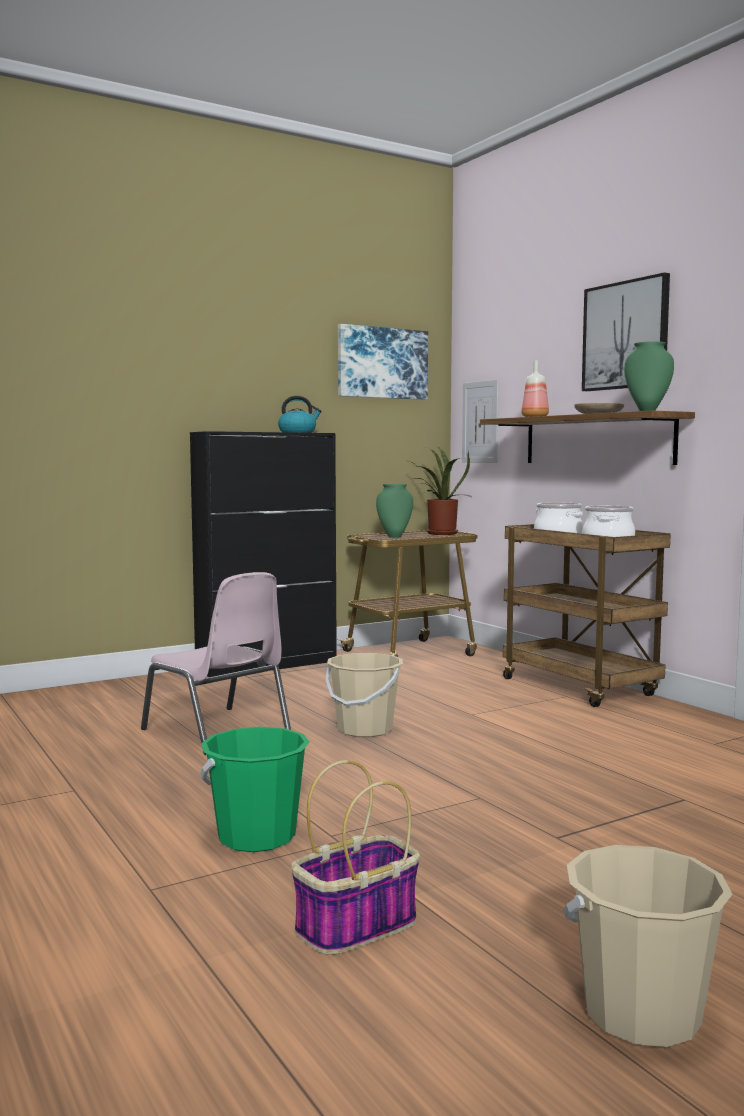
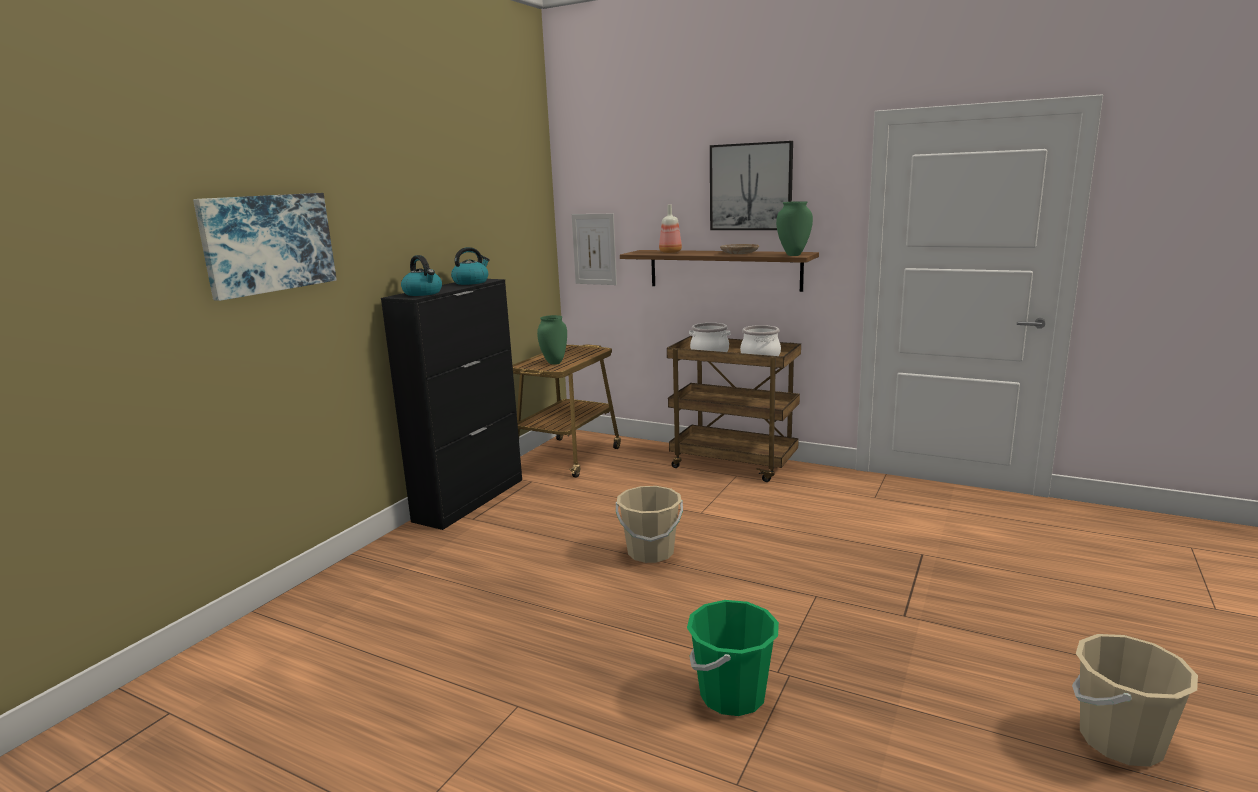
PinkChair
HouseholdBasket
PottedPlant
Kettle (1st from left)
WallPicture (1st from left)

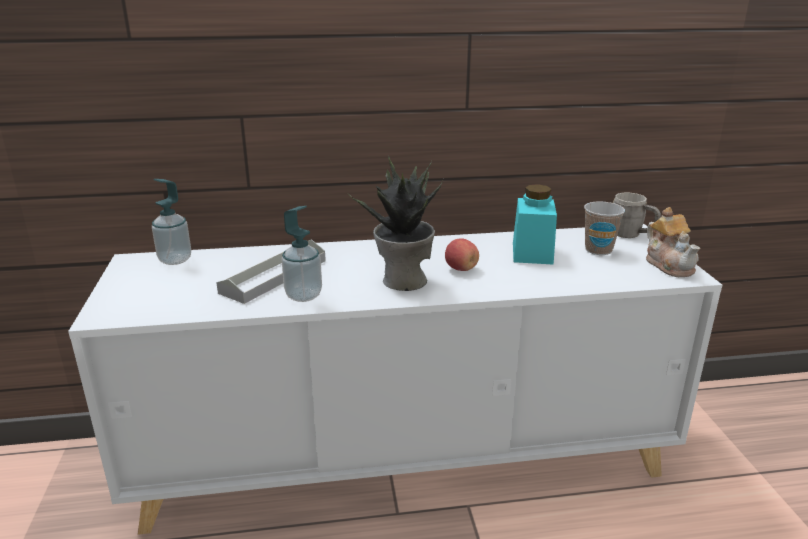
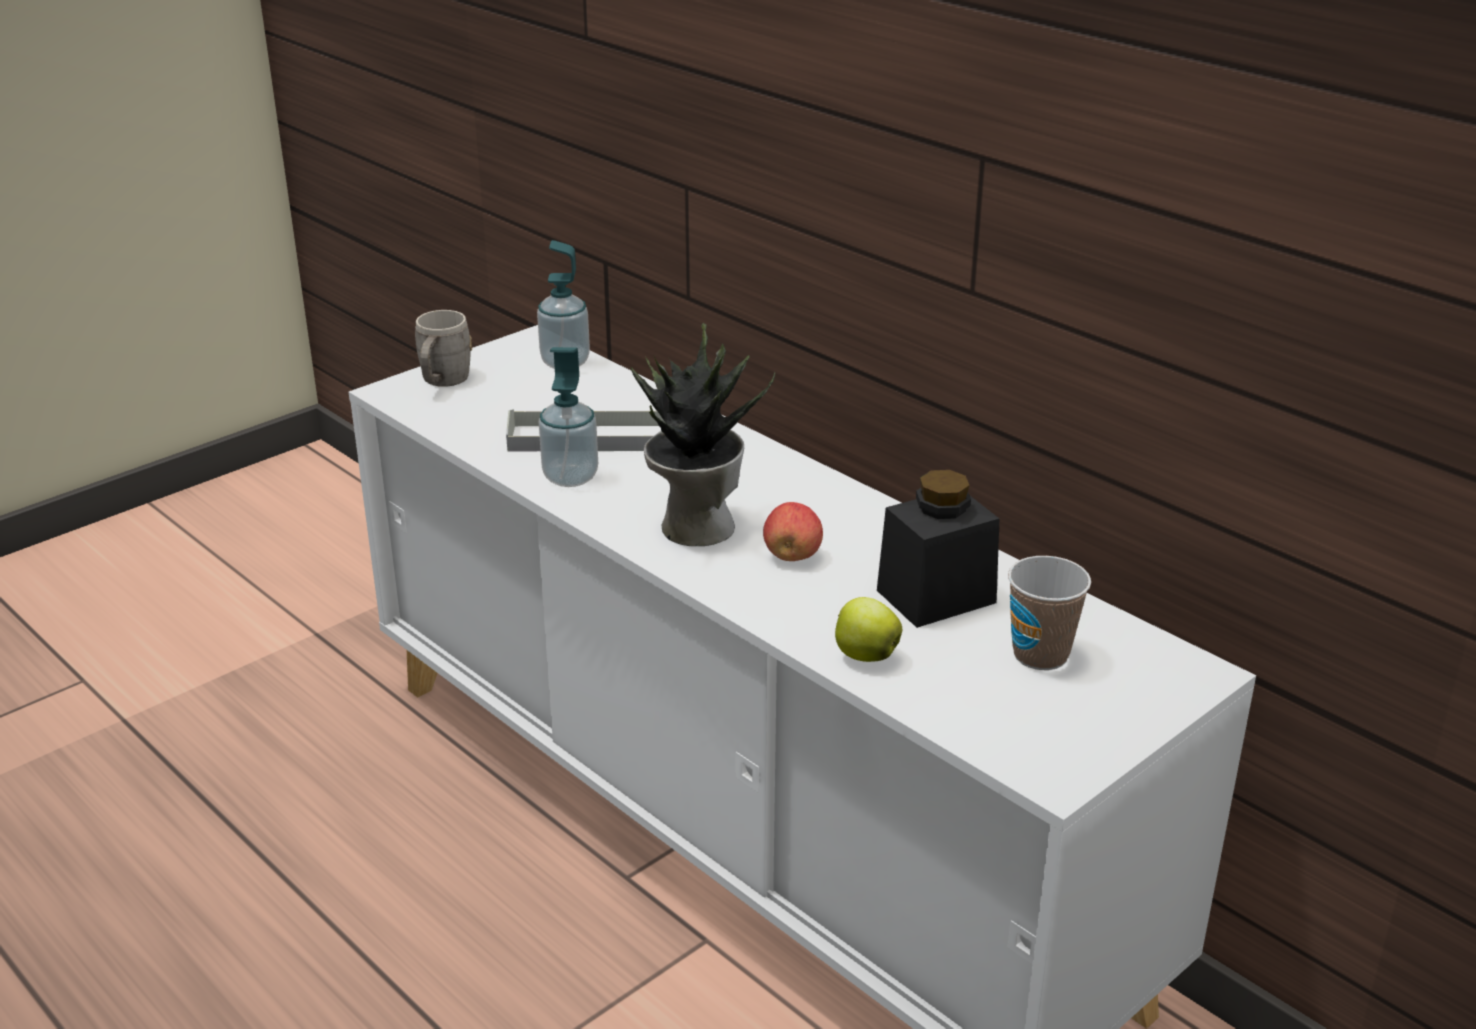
Teapot
Apple (2nd from left)
GreyishCoffeeMug
BlackishJar

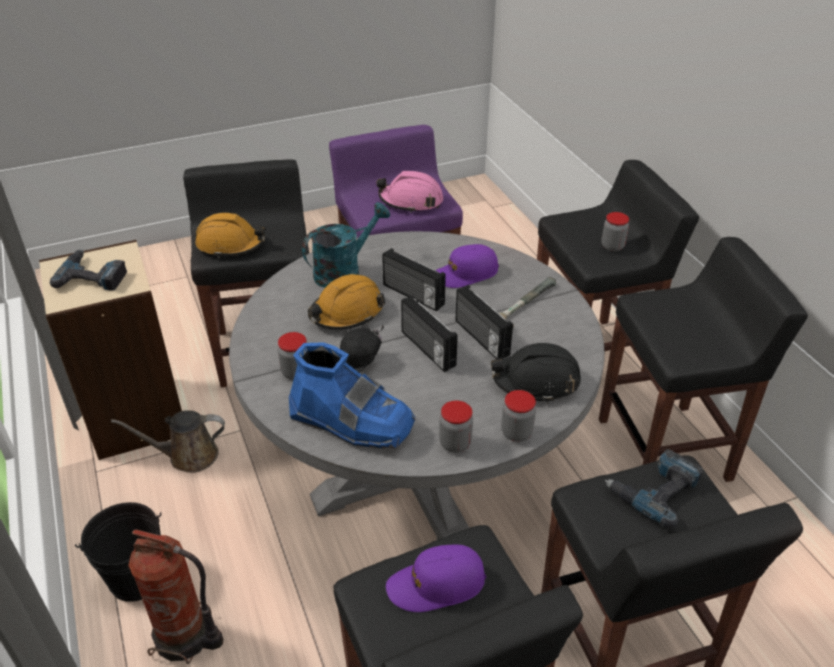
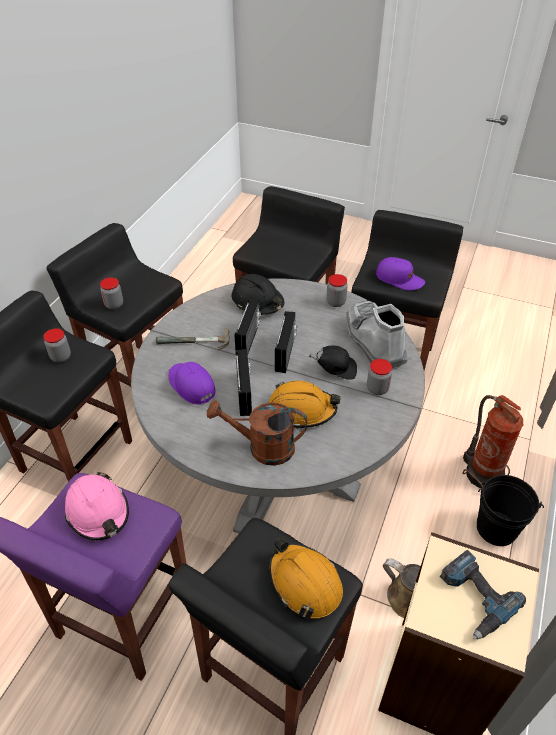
Drill (2nd from left in the first image)
Jar (2nd from left)
GreyishHighTopBoot
BrownWateringCan (1st from left)
PurplishCap (1st from left)

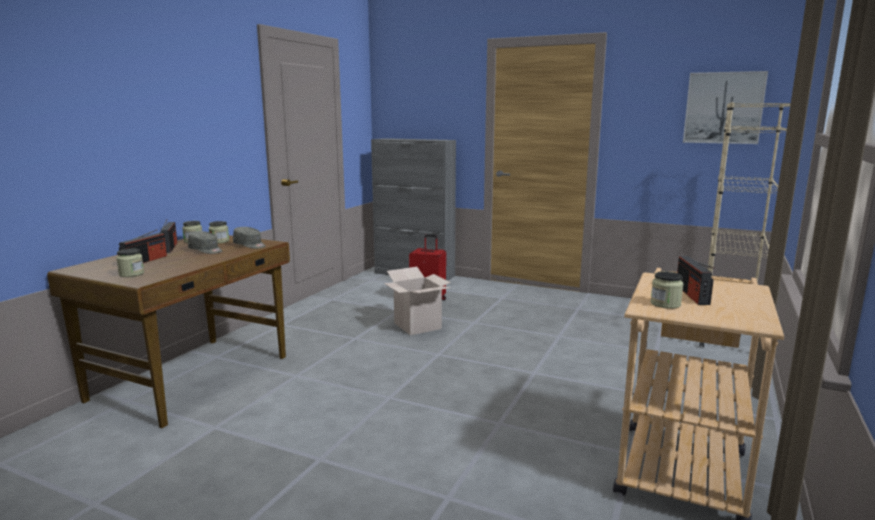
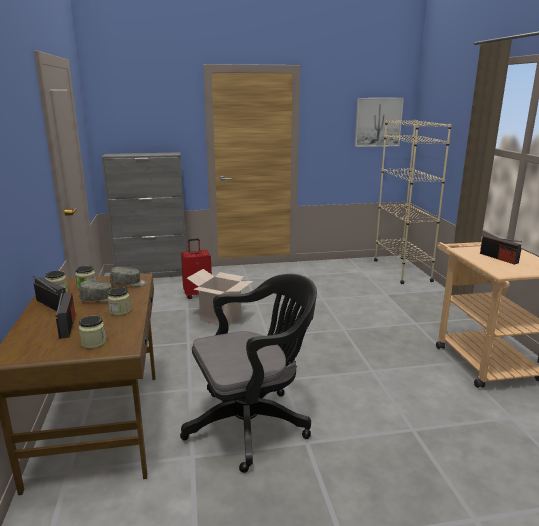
BlackishOfficeChair
Jar (4th from left)

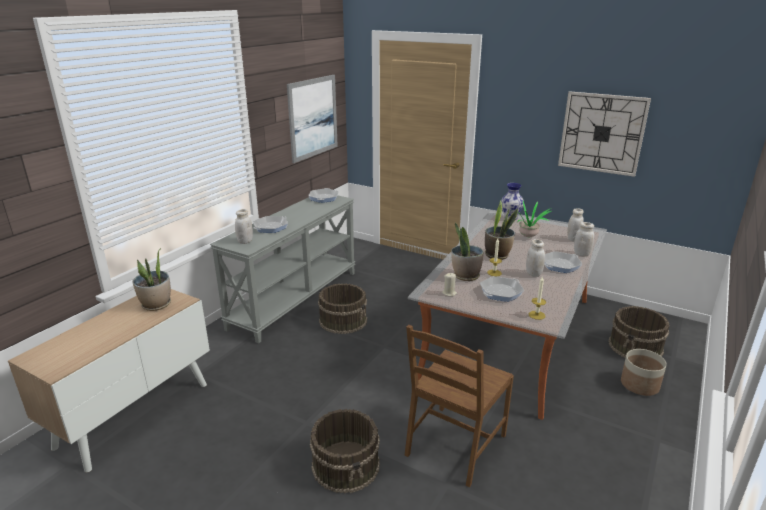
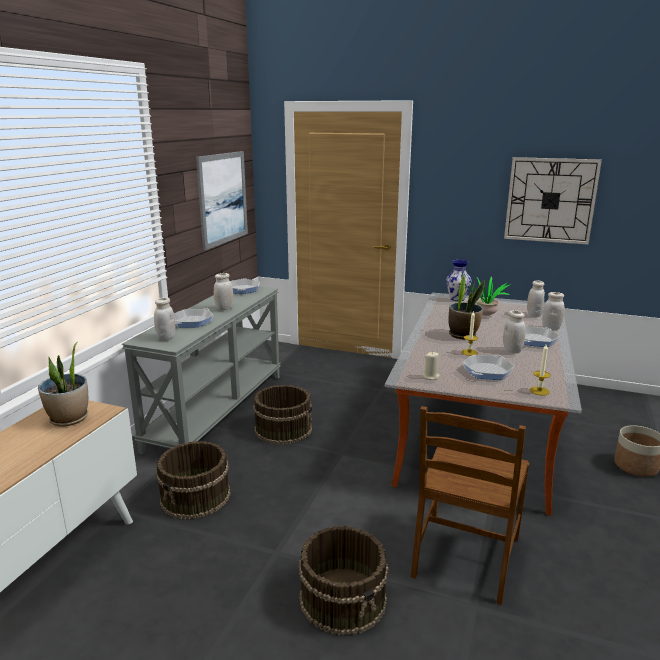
PottedPlant (2nd from left in the first image)
WhitishJar (2nd from left)
BrownWaterBucket (1st from left)

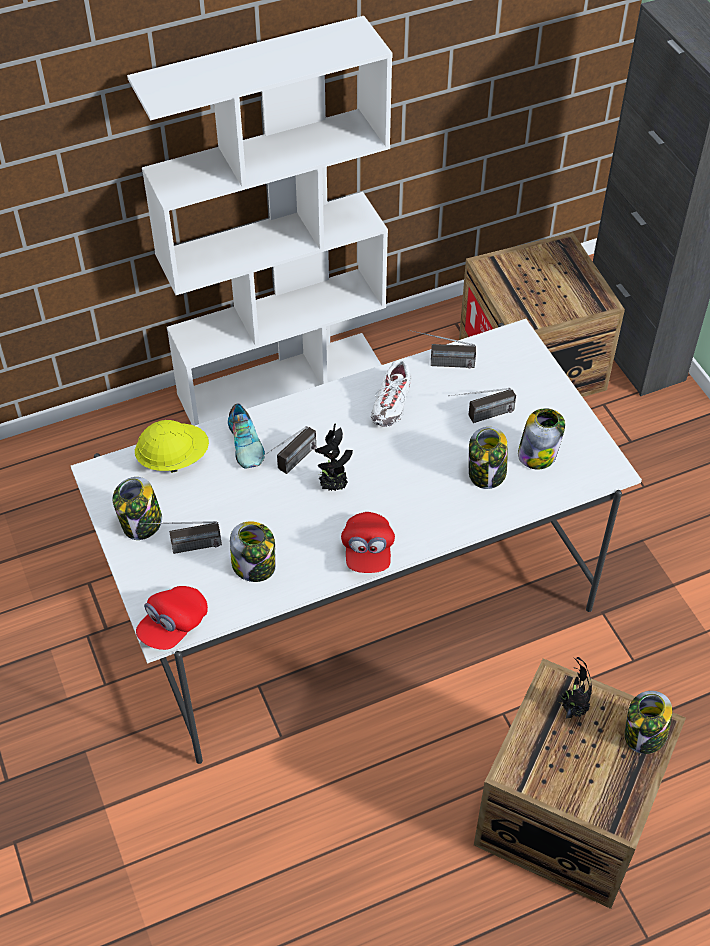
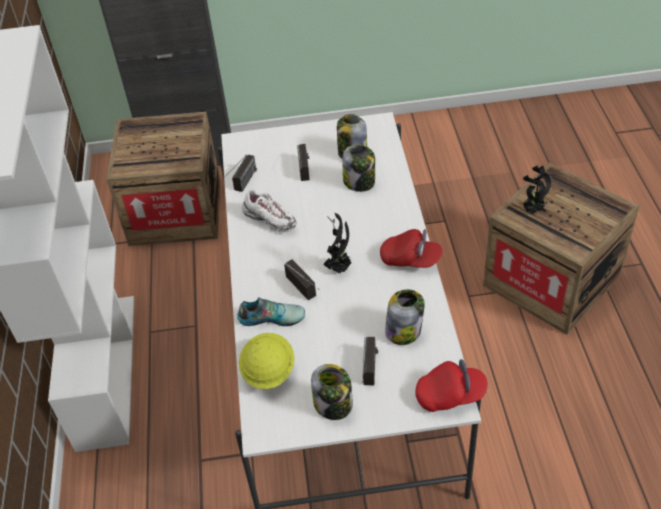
Jar (5th from left in the first image)
RedColouredCap (2nd from left)

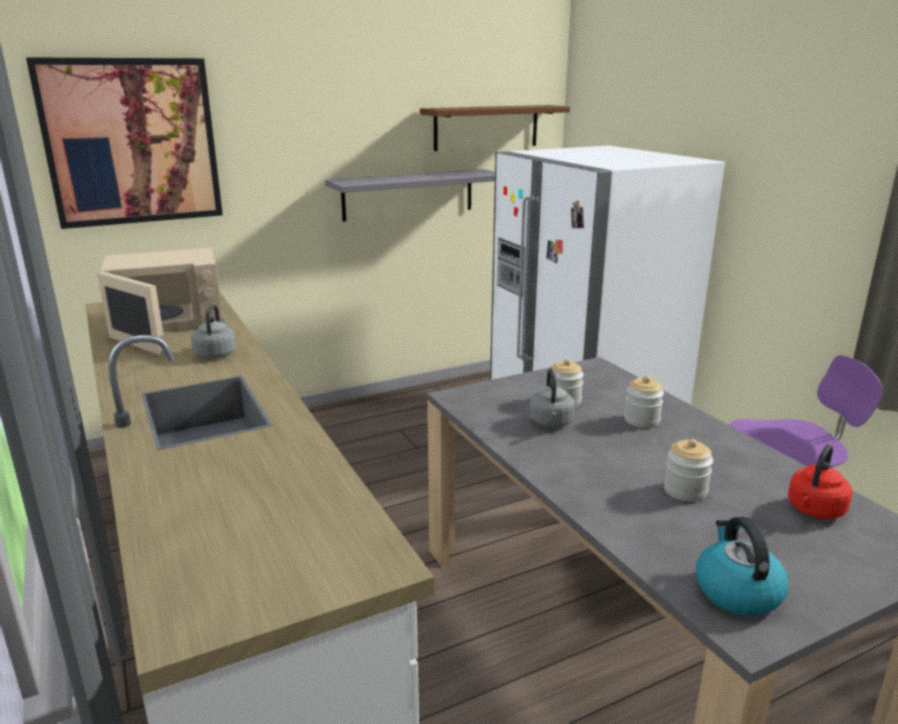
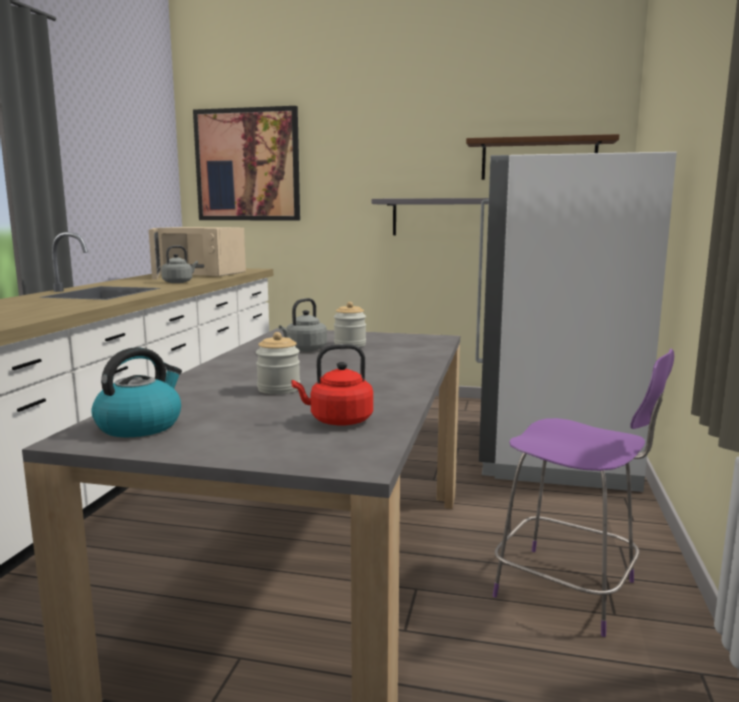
Jar (2nd from left in the first image)

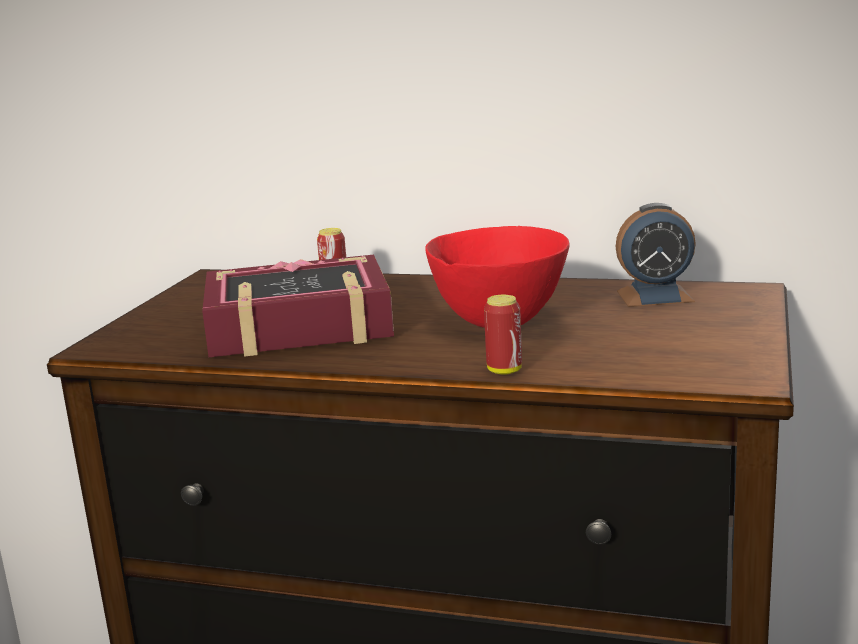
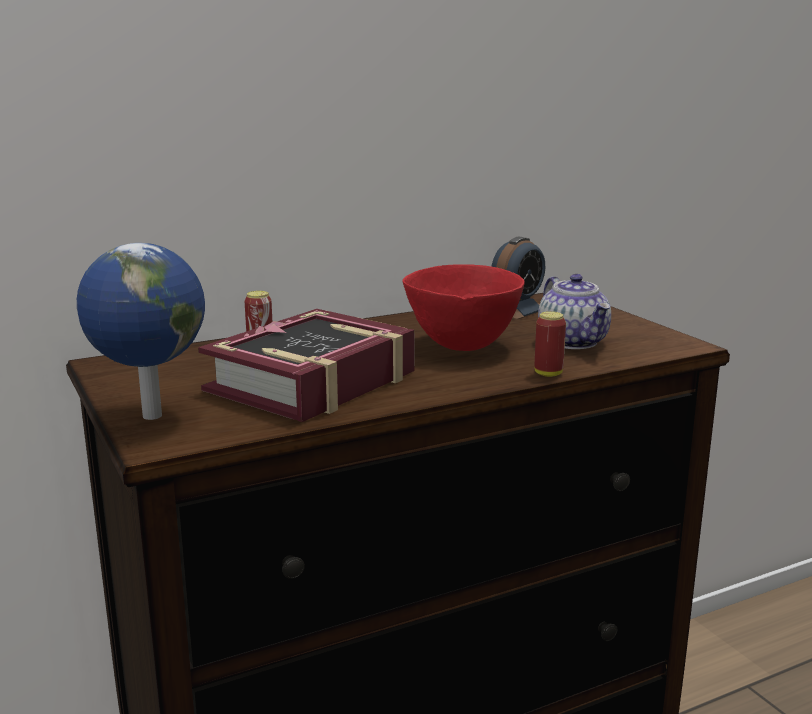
WorldGlobe
Teapot

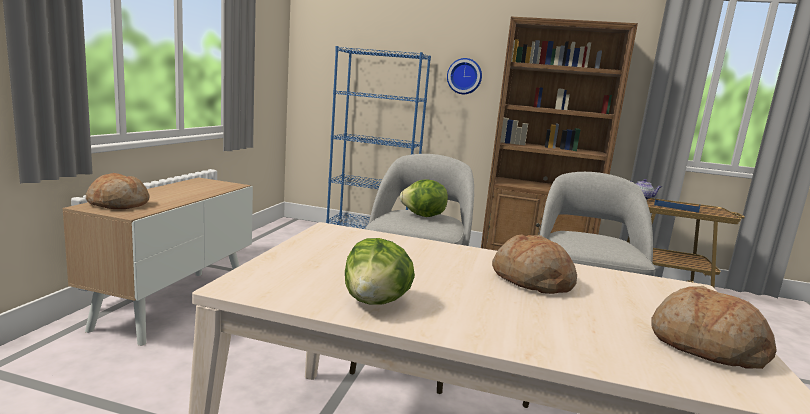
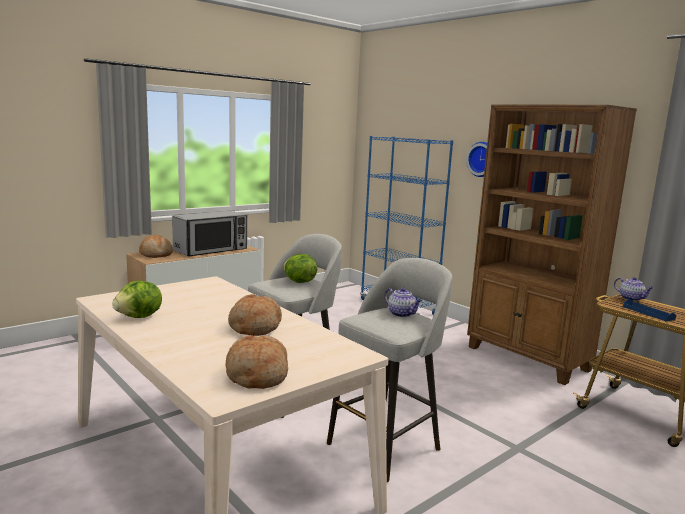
Microwave
Teapot (1st from left)

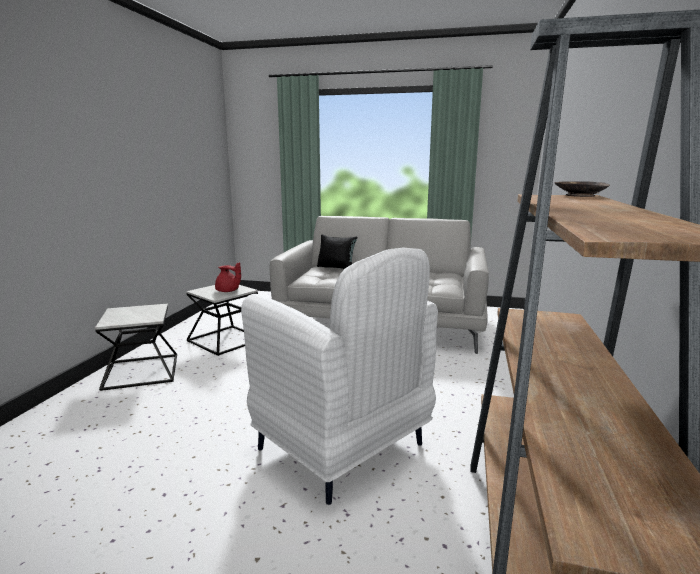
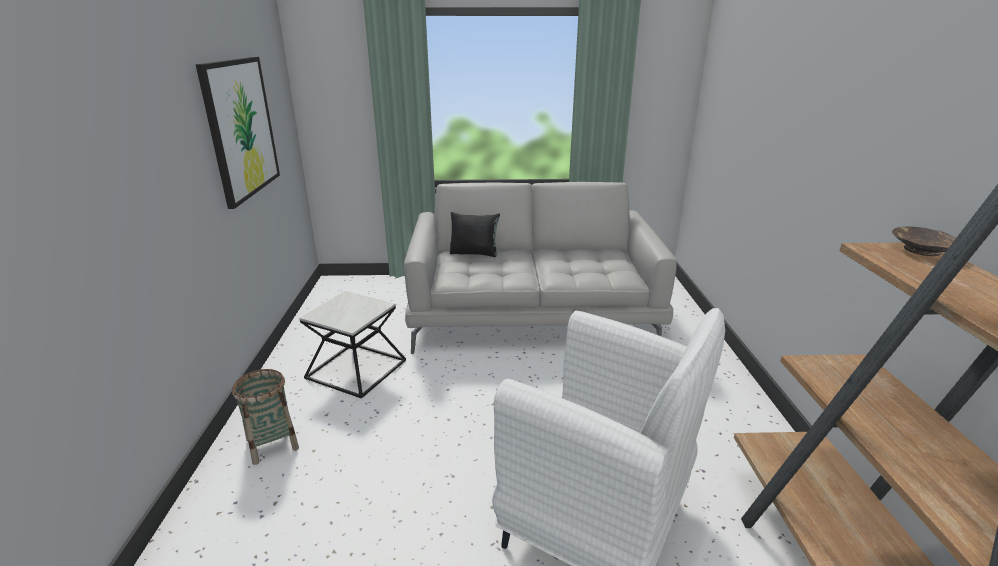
RedColouredTeapot
WallPicture
HouseholdBasket

